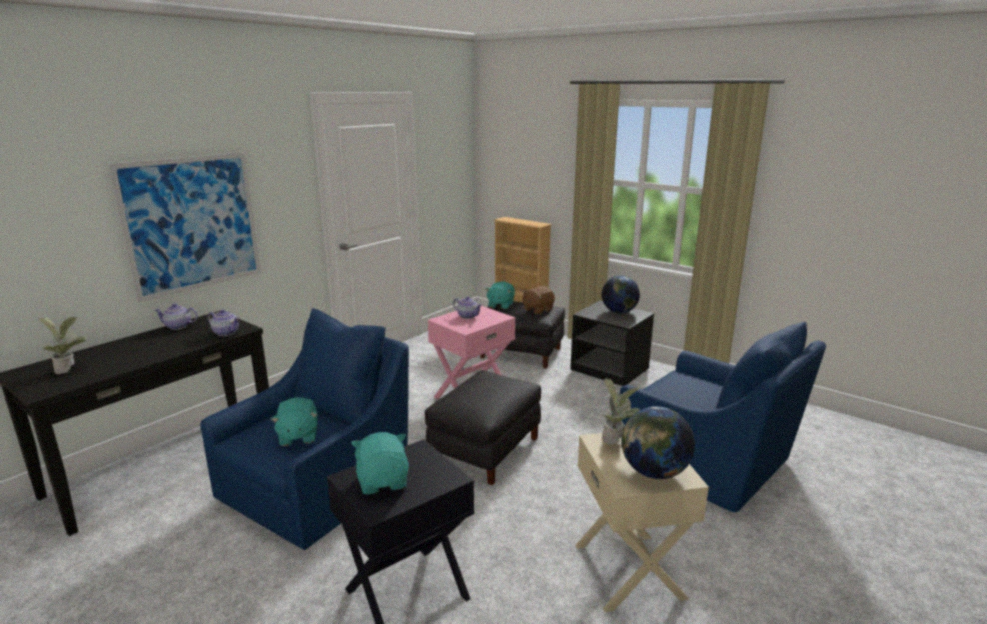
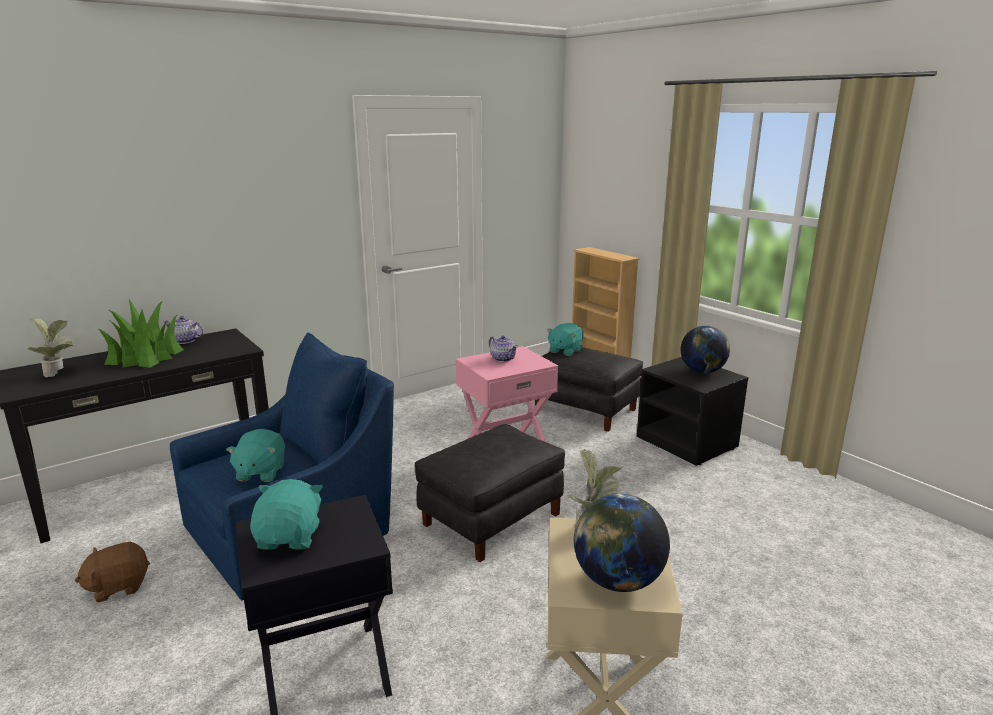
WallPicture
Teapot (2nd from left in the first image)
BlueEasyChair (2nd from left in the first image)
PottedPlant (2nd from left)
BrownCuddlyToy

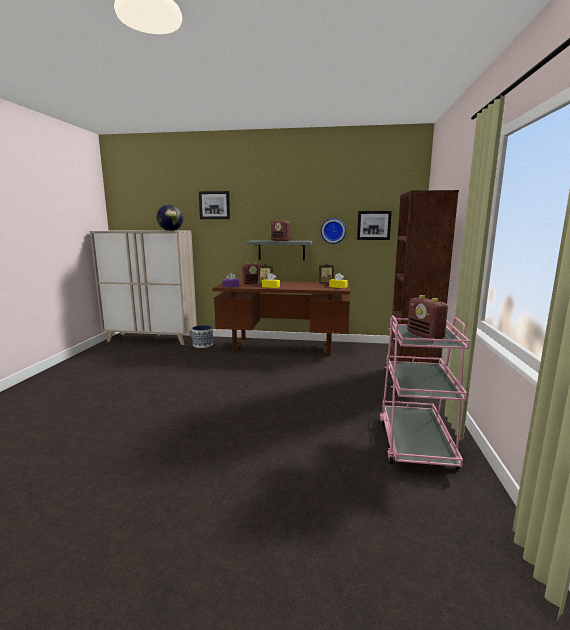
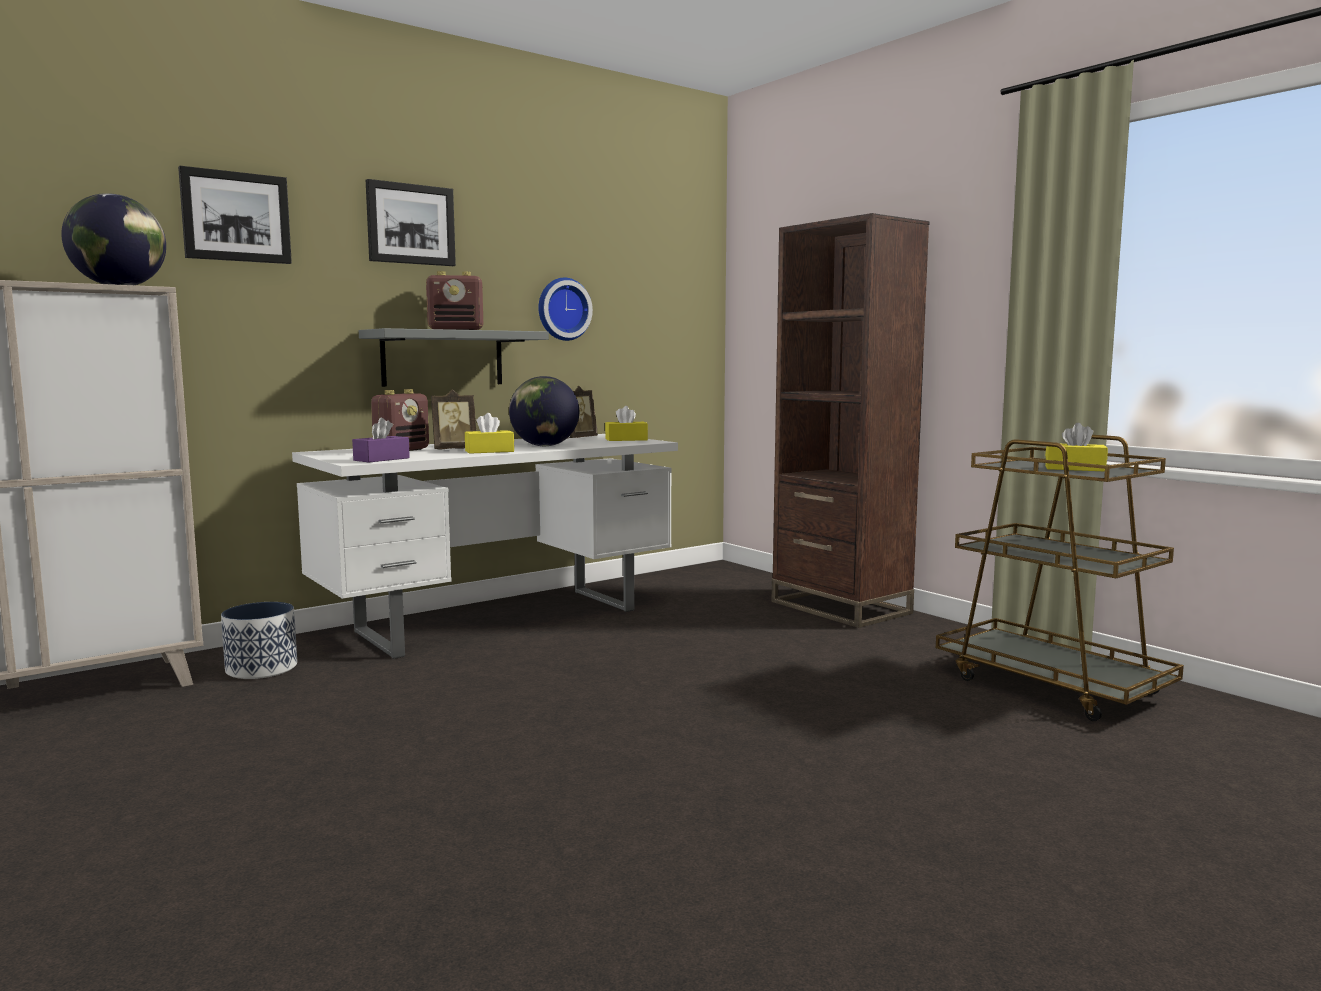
WorldGlobe (2nd from left)
WallPicture (2nd from left)
YellowishTissueBox (3rd from left)
WhitishDeskTable
BrownTrolley

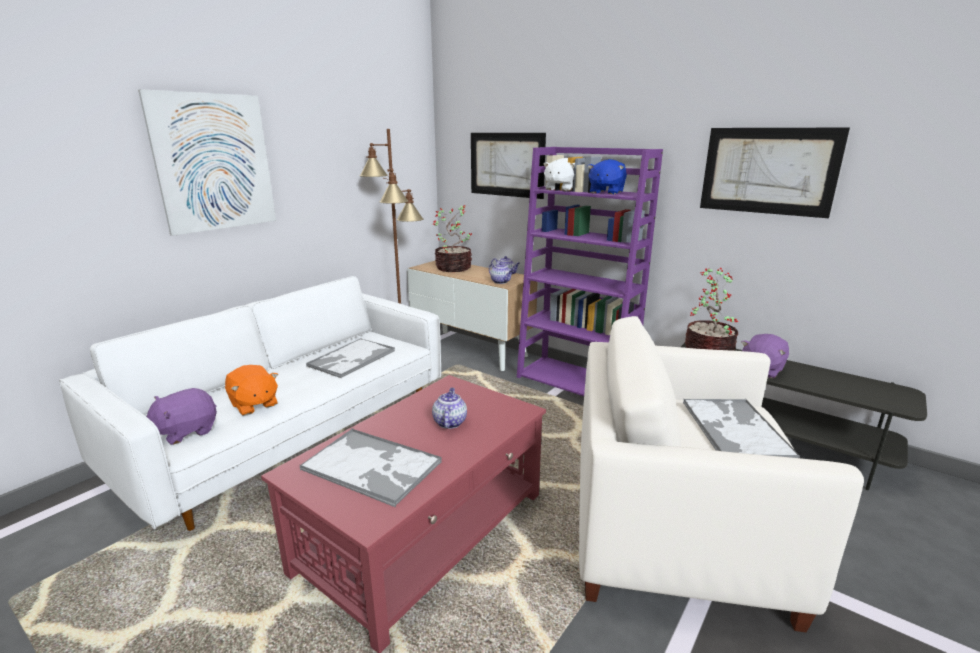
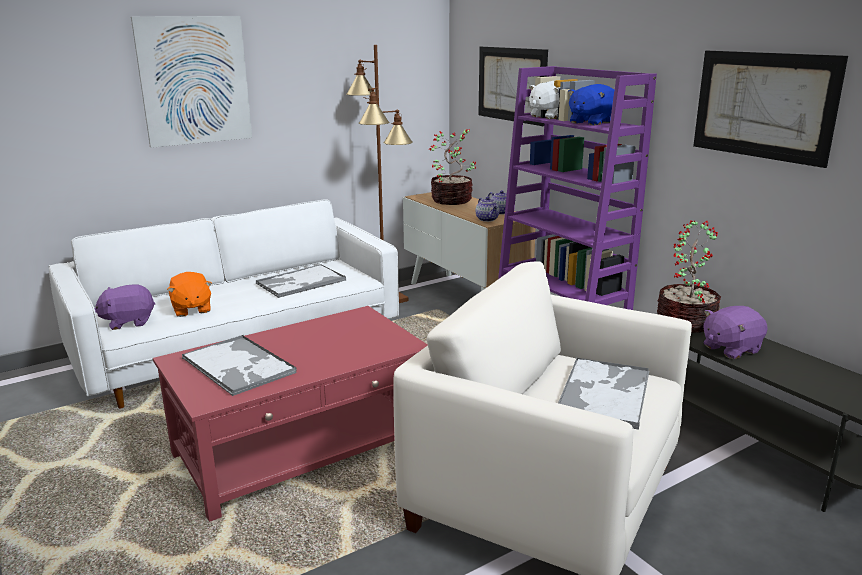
Teapot (1st from left in the first image)

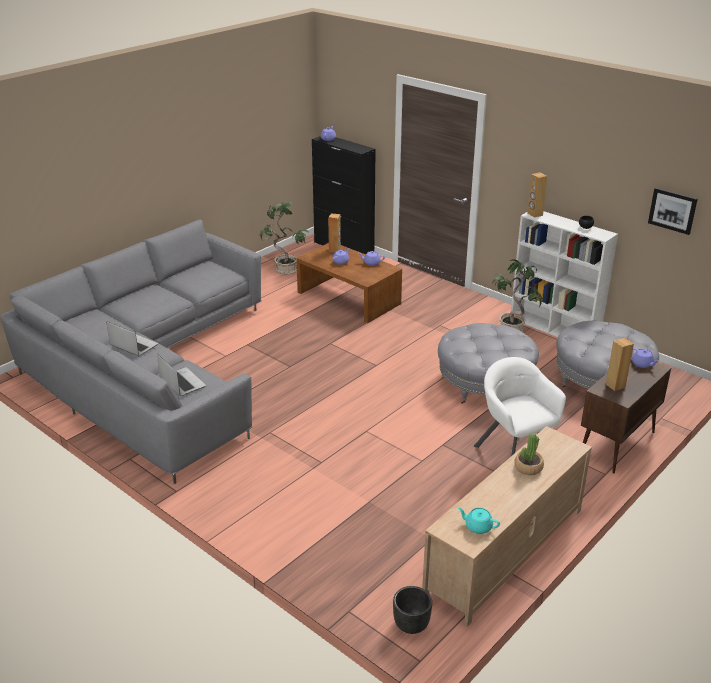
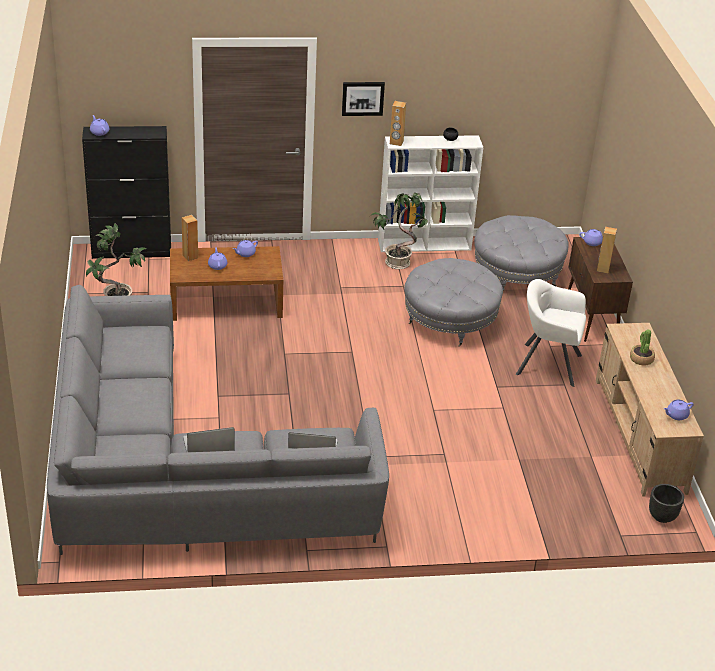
WallPicture
PurplishTeapot (5th from left)

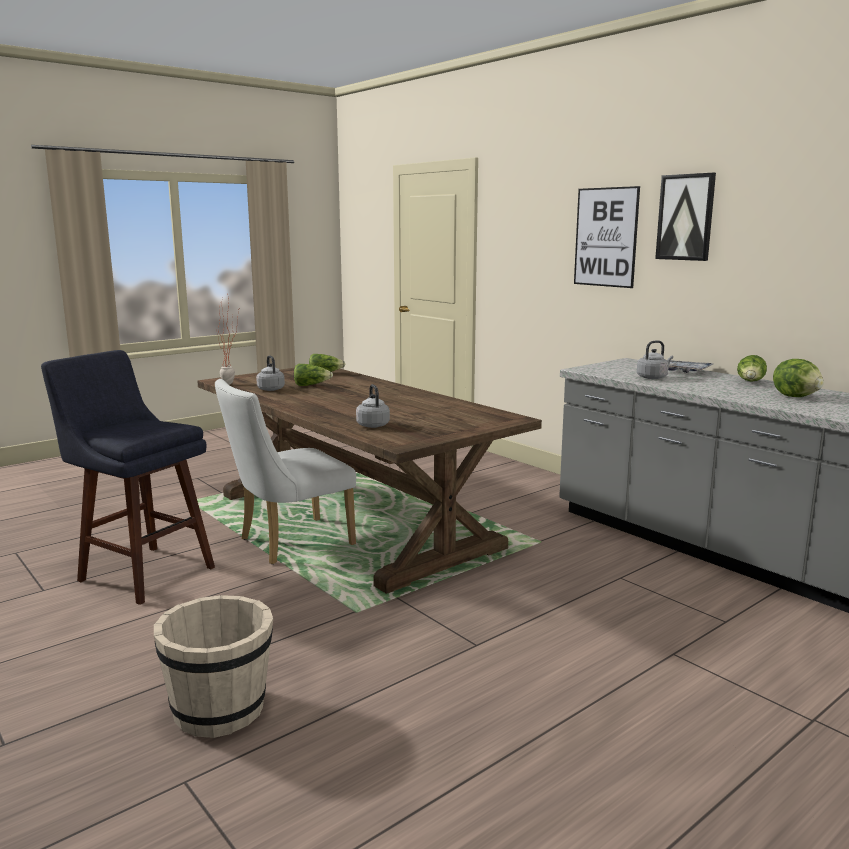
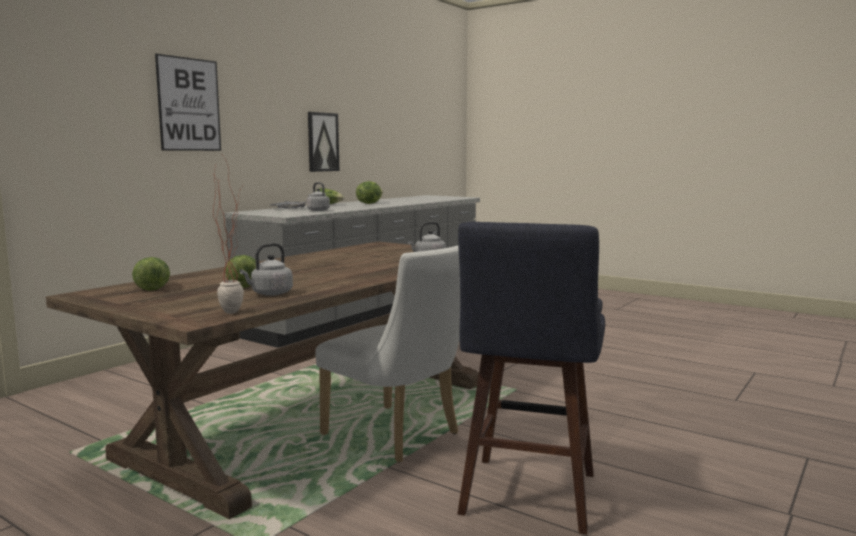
SandColouredWaterBucket
WallPicture (2nd from left)

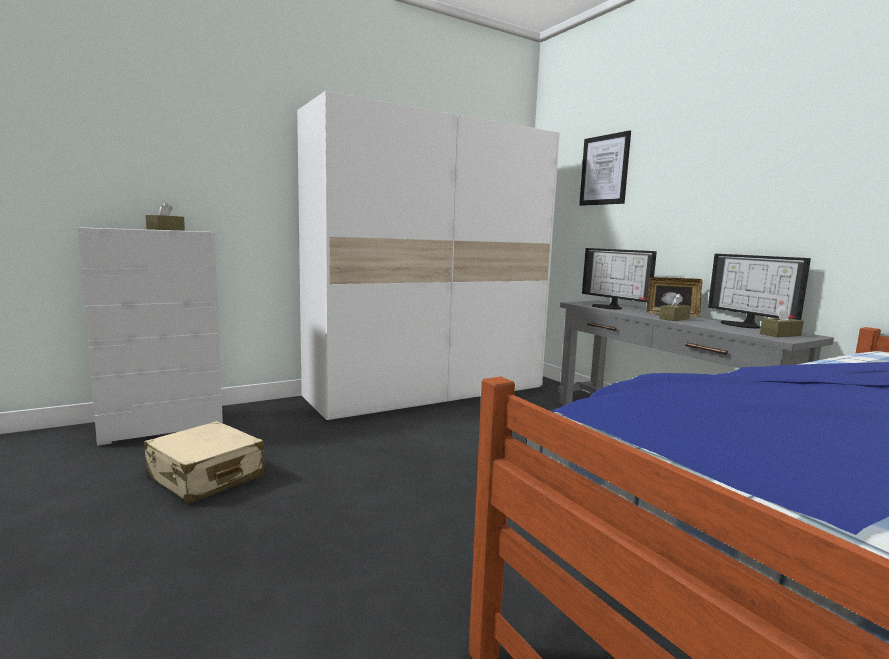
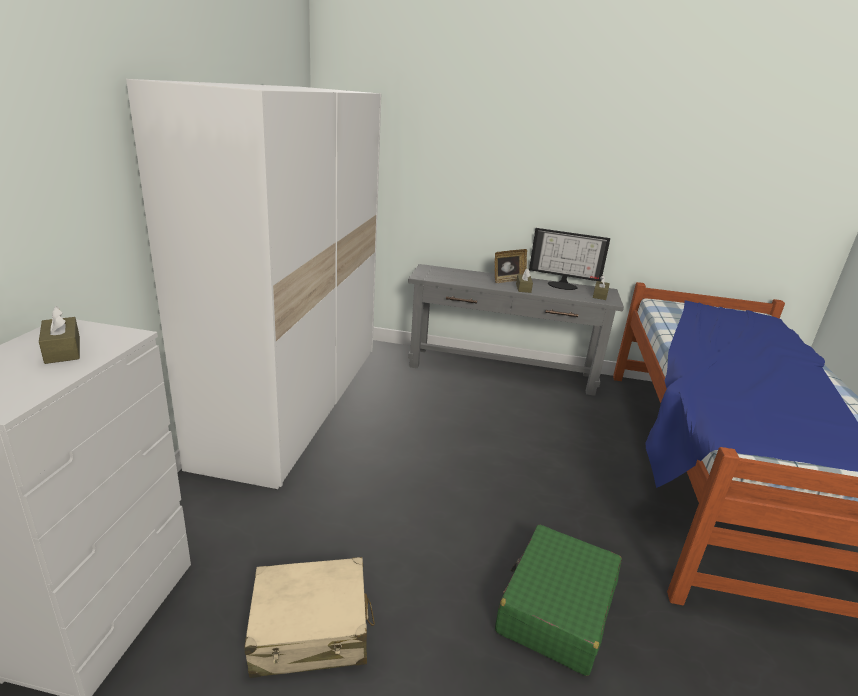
WallPicture
Monitor (1st from left in the first image)
GreenColouredSuitcase

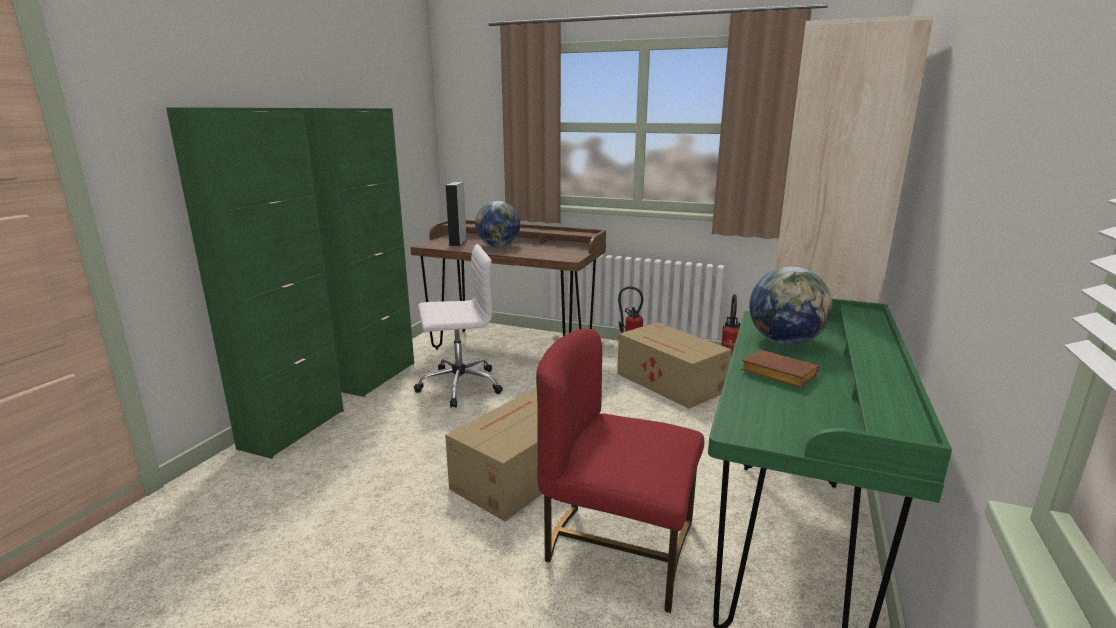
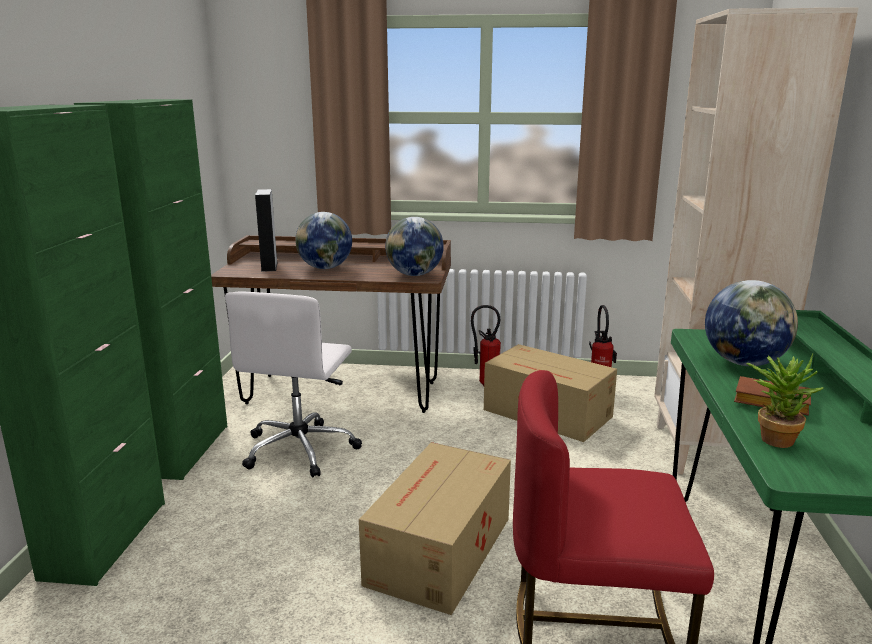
WorldGlobe (2nd from left)
PottedPlant
WhitishOfficeChair

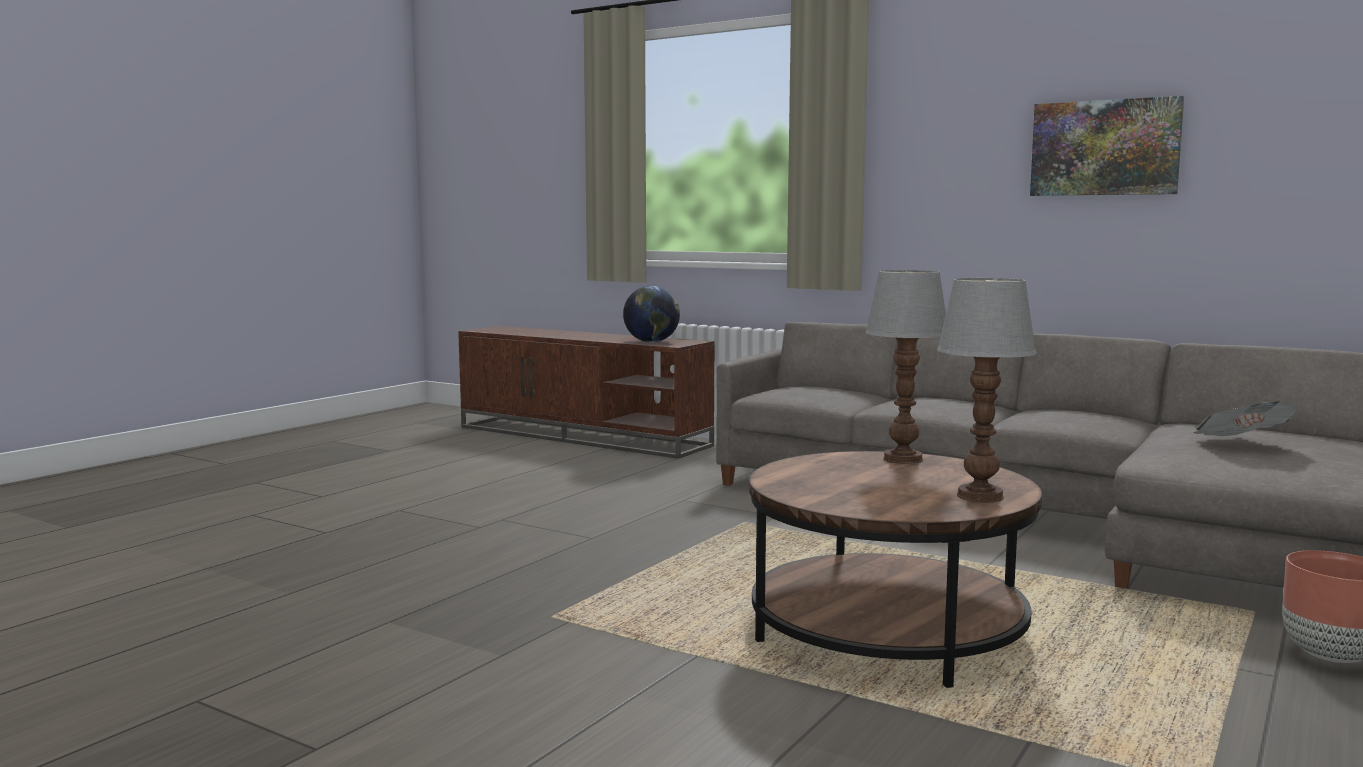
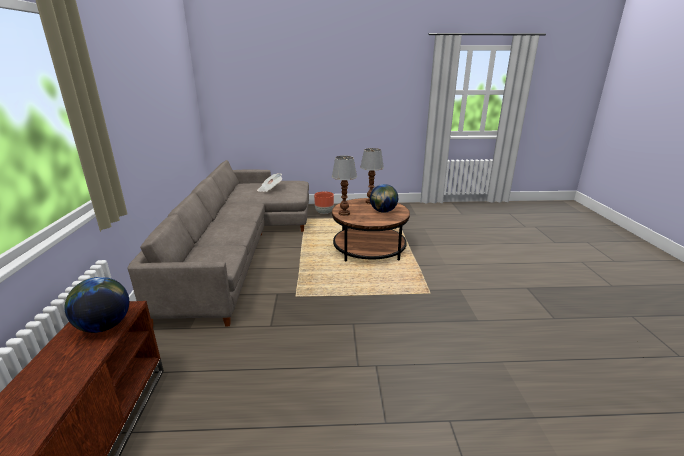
WallPicture
WorldGlobe (2nd from left)

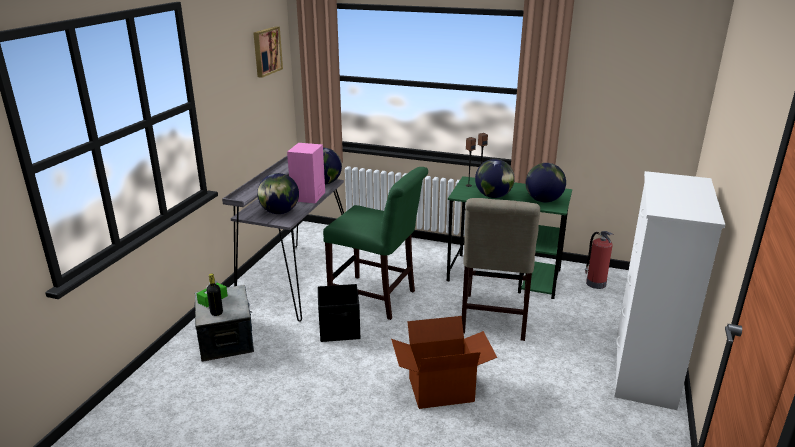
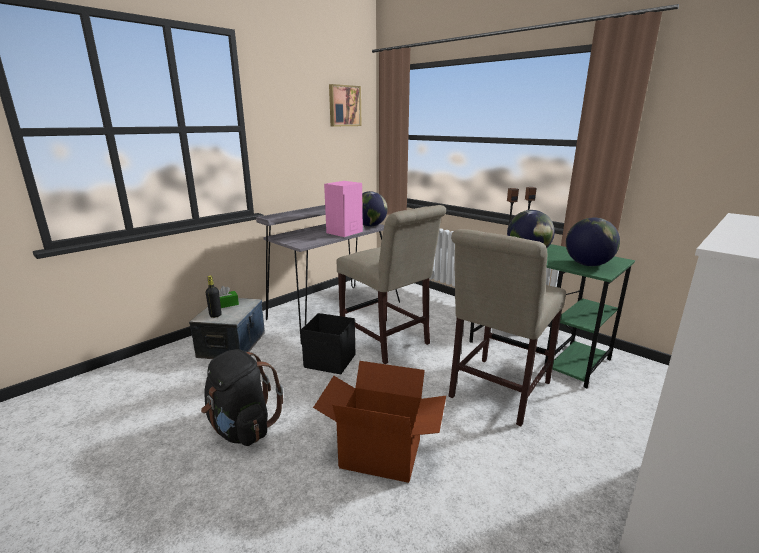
WorldGlobe (1st from left in the first image)
FireExtinguisher
BlackishBackpack
SandColouredChair (1st from left)

